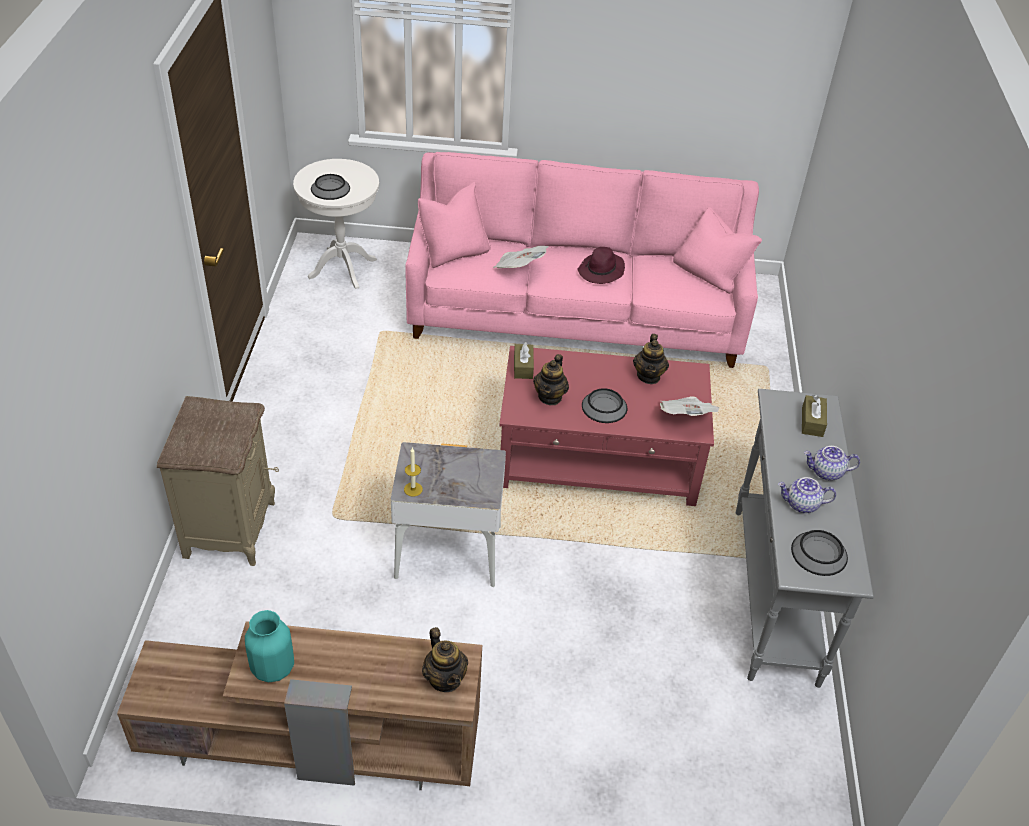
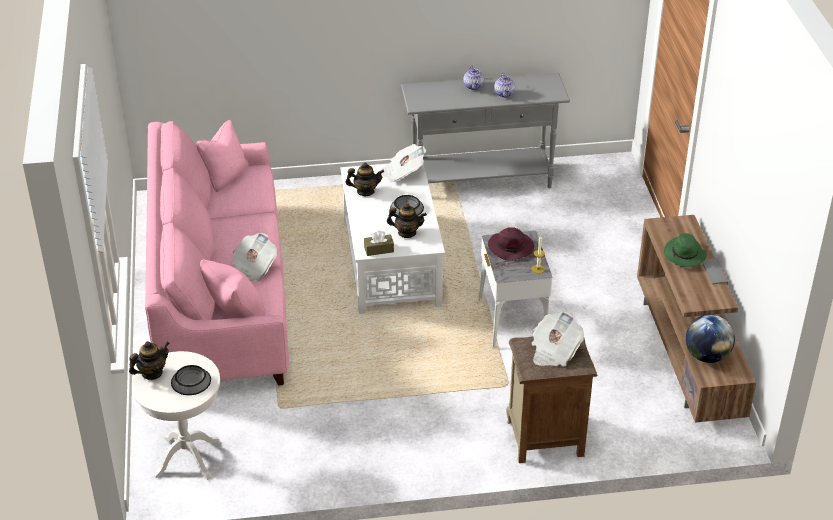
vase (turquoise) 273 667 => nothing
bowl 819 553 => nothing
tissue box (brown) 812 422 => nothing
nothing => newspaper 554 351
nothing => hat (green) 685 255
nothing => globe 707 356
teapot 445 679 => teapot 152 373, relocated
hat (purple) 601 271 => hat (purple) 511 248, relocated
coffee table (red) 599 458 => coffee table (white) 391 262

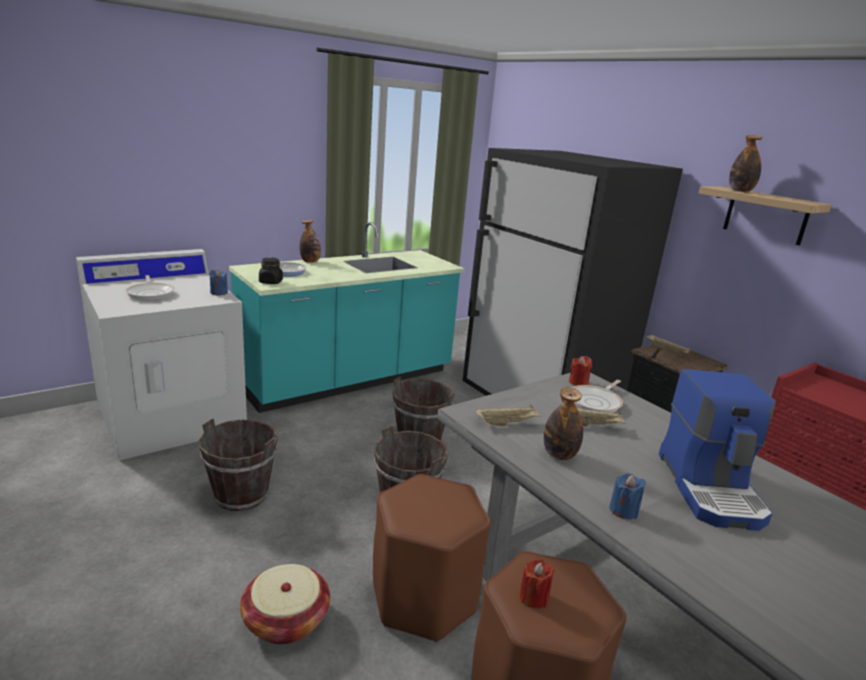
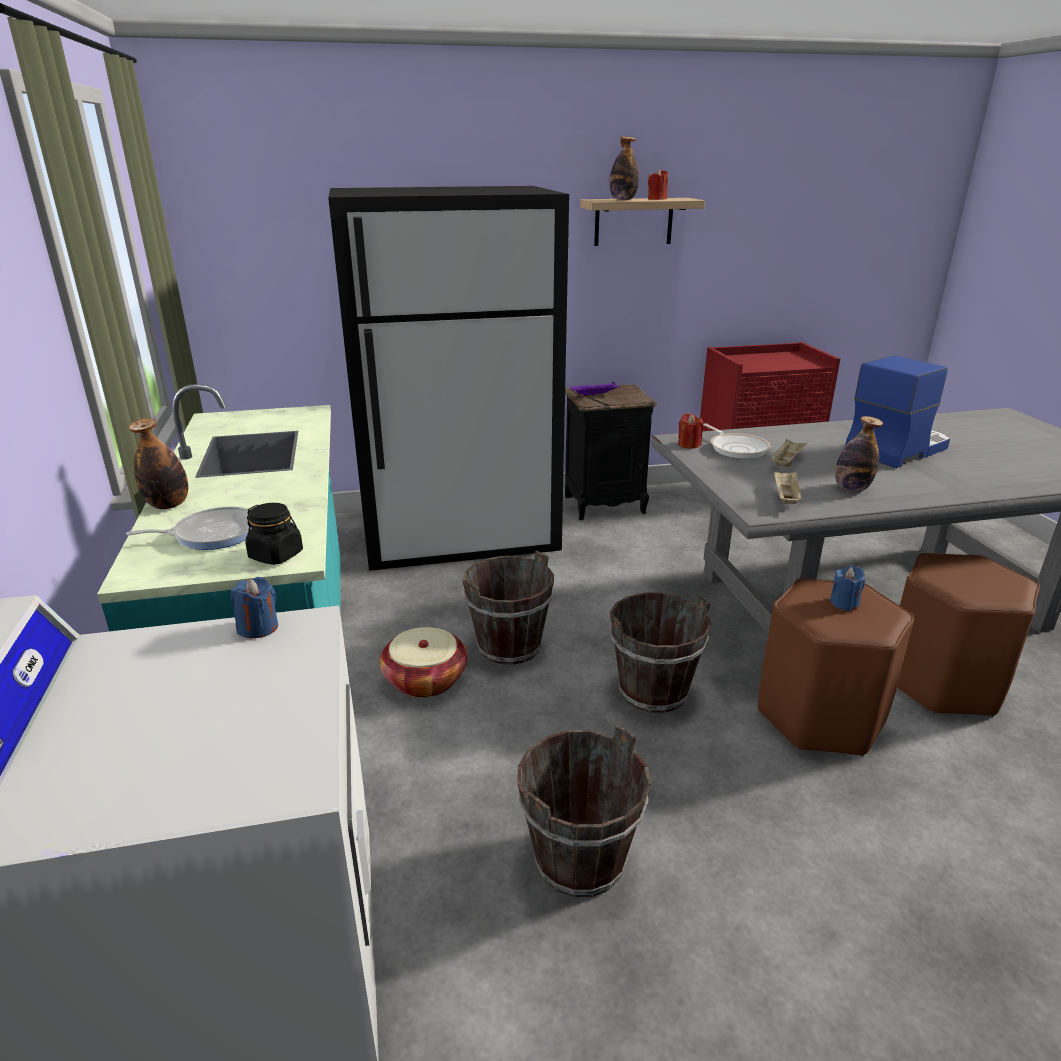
frying pan 151 293 => nothing
basket 286 620 => basket 425 680, relocated
candle (red) 533 597 => candle (red) 657 199, relocated
candle (blue) 623 510 => candle (blue) 844 603, relocated
tray (beige) 666 351 => tray (purple) 595 395
coffee machine 711 488 => coffee machine 895 449, 60 degrees counterclockwise

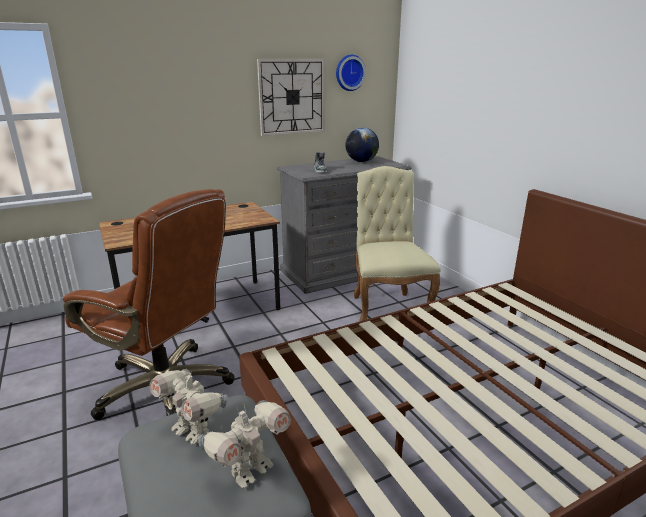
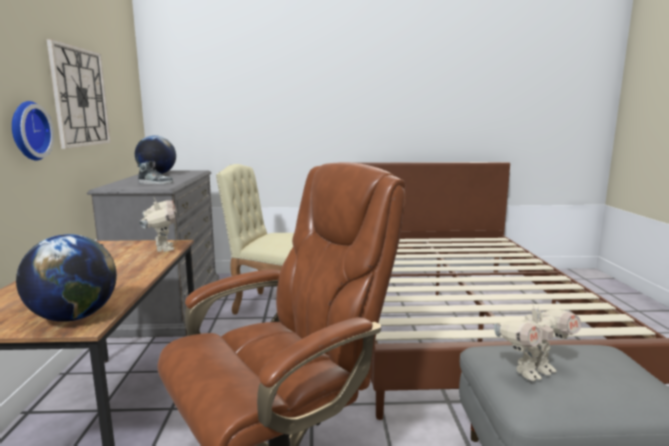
nothing => globe 74 317
toy robot 249 470 => toy robot 162 249, relocated
wall clock 349 72 => wall clock 27 131, relocated

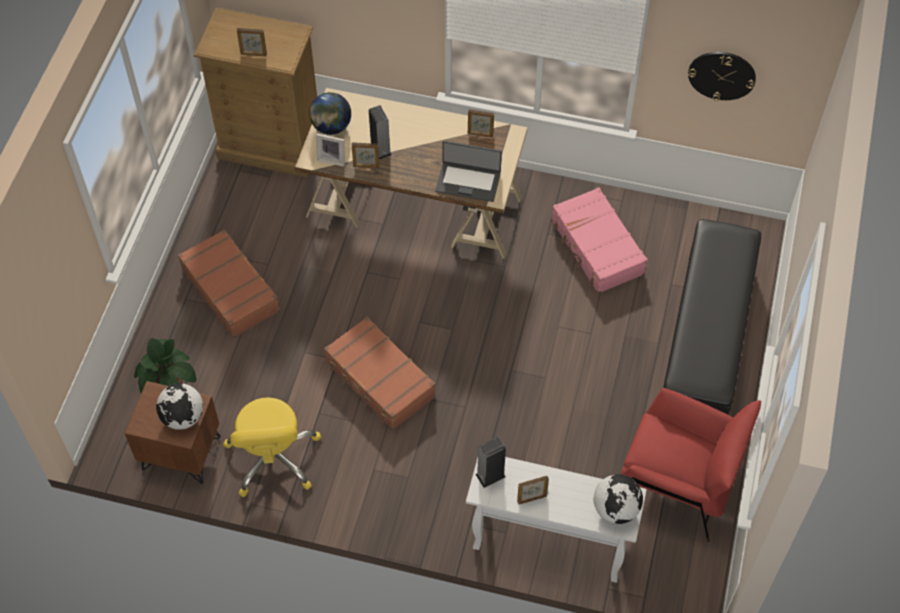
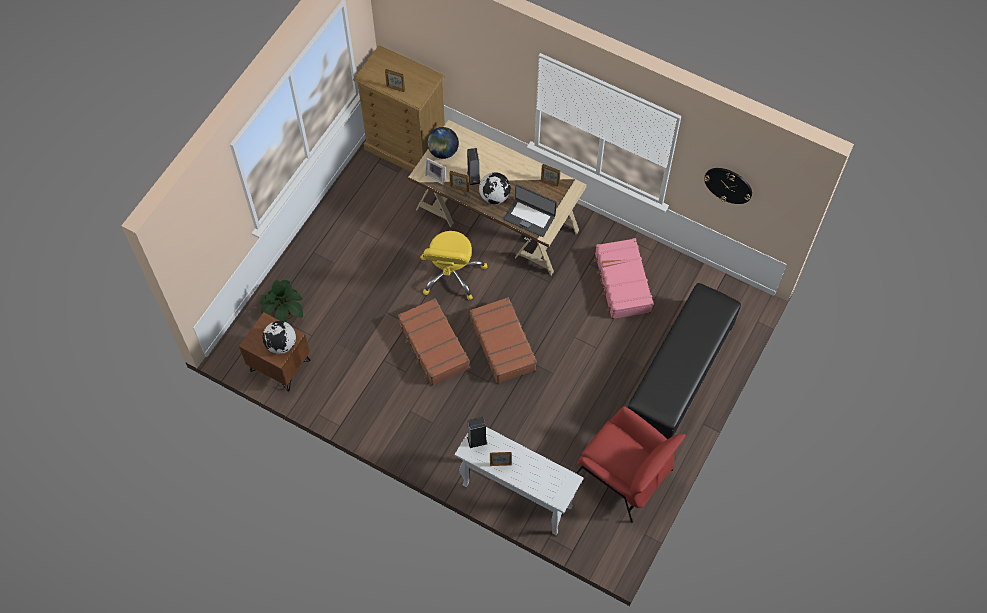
suitcase (brown) 231 289 => suitcase (brown) 503 344, relocated
office chair (yellow) 273 461 => office chair (yellow) 451 276, relocated
globe 615 509 => globe 494 196, relocated

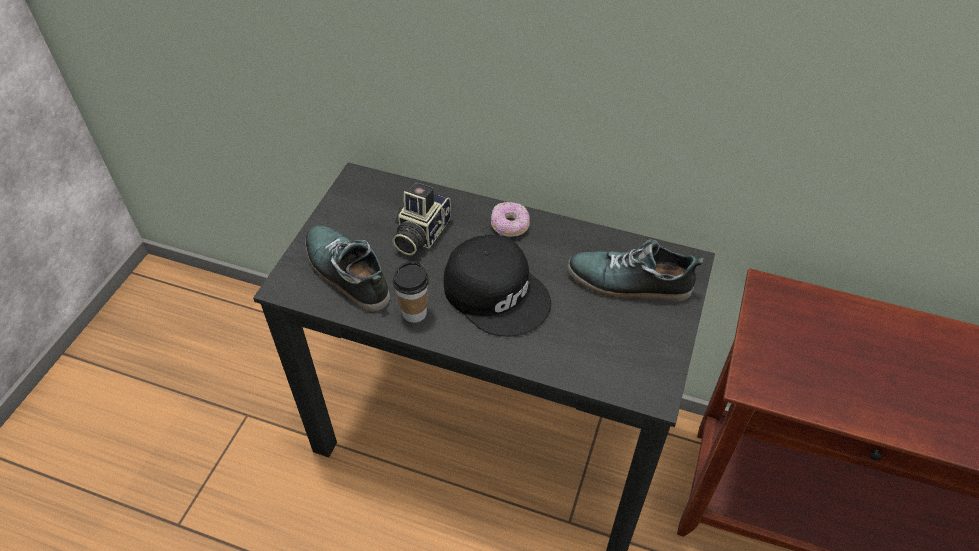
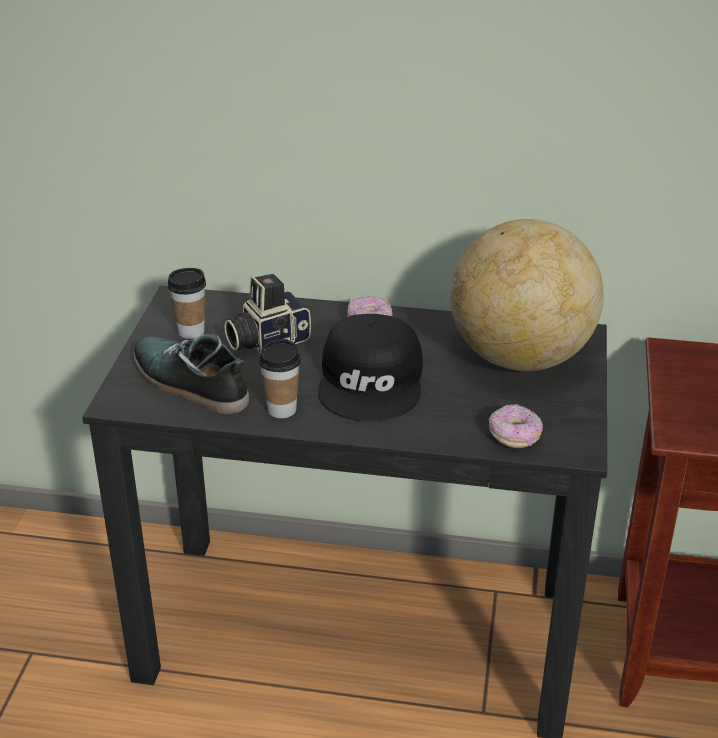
nothing => cup 191 331
nothing => donut 514 436
shoe 629 282 => globe 520 358
photo camera 420 234 => photo camera 266 340, 45 degrees clockwise
cap (black) 497 292 => cap (black) 373 382, 60 degrees clockwise

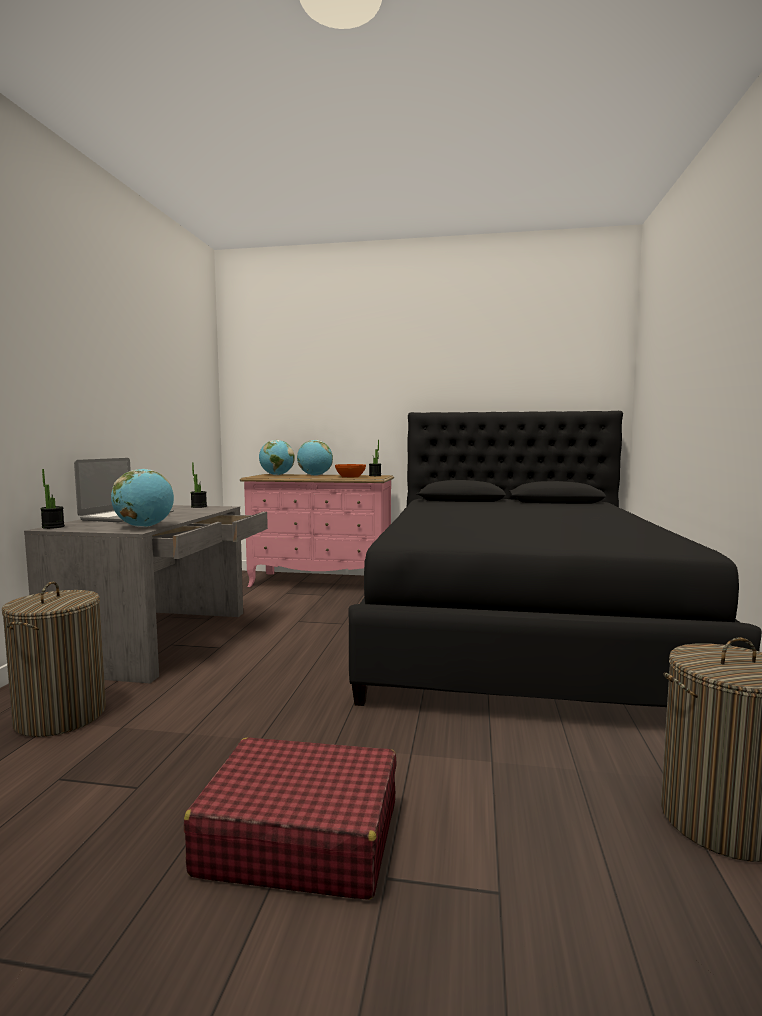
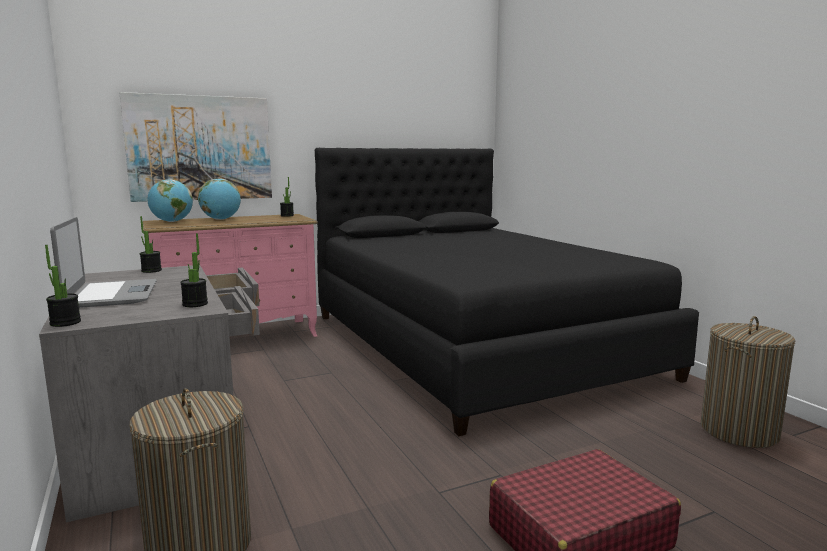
bowl (orange) 350 477 => nothing
nothing => picture 200 148
globe 144 527 => potted plant 195 304

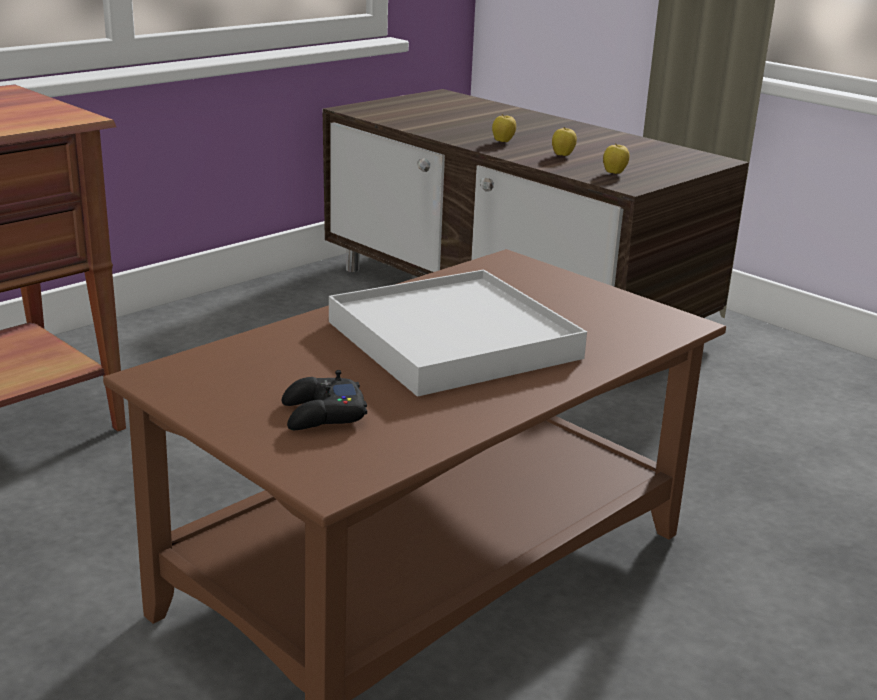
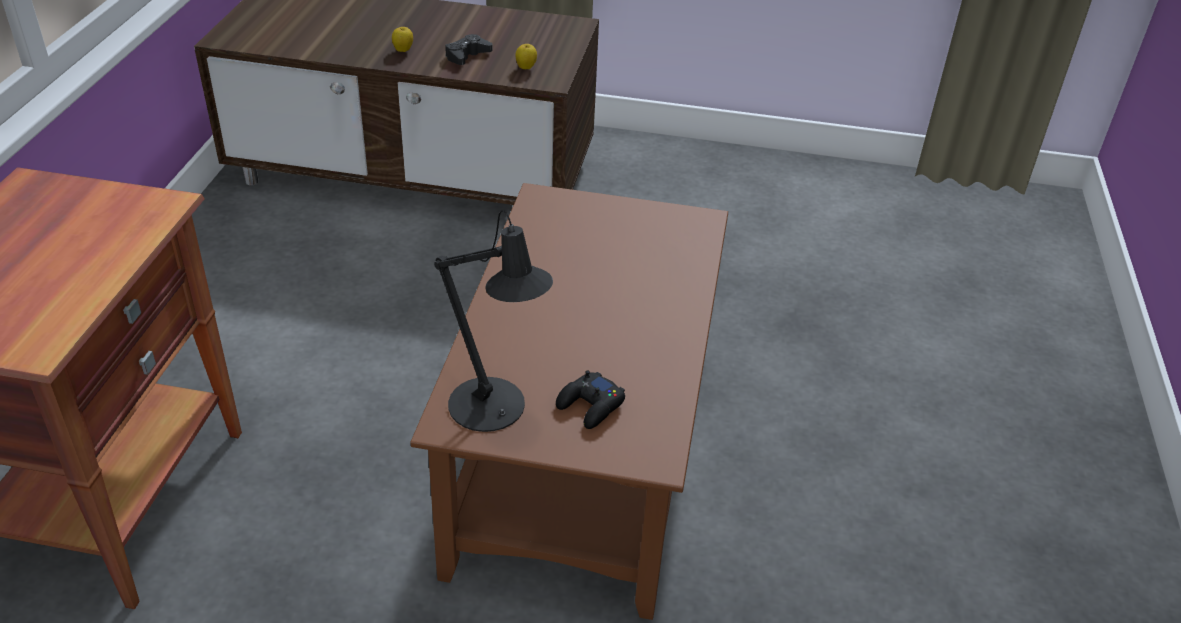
tray (white) 453 340 => nothing
nothing => table lamp (black) 494 410
apple 563 156 => game controller (black) 467 56

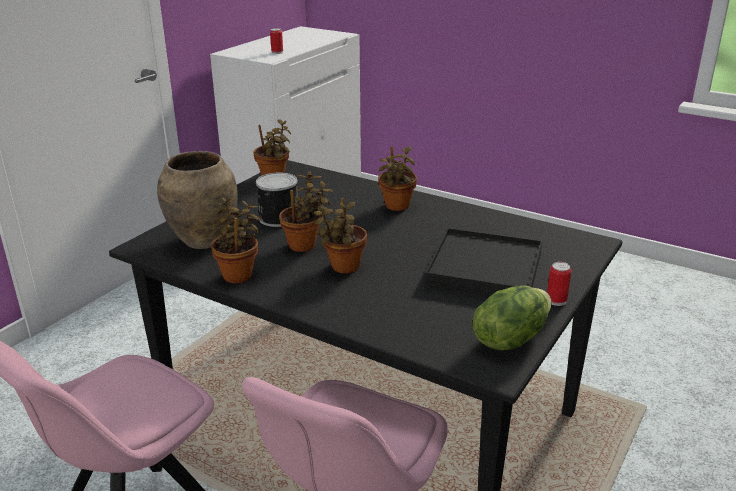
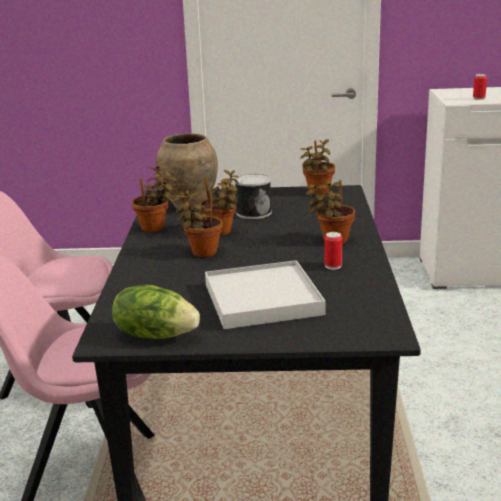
can 556 300 => can 333 266, relocated
tray (black) 484 269 => tray (white) 263 299

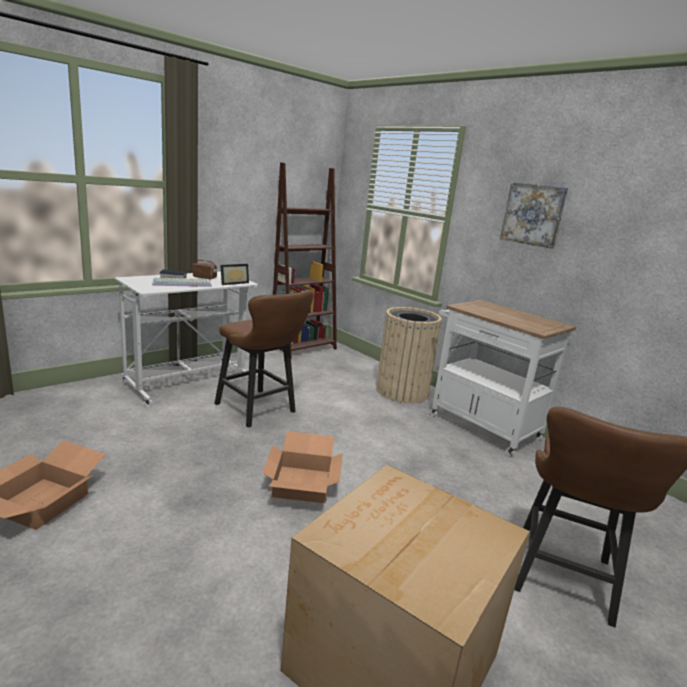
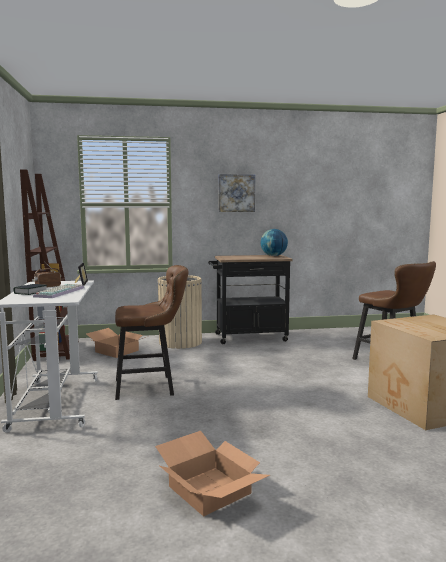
nothing => globe 273 256
cardboard box 301 483 => cardboard box 116 351, relocated
cart (white) 481 426 => cart (black) 248 338

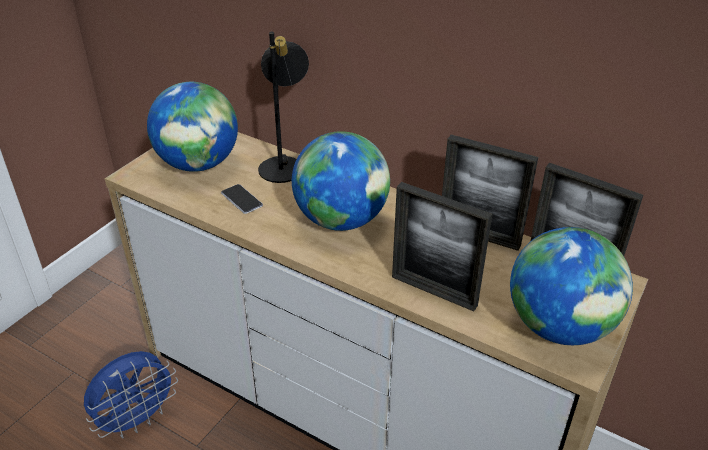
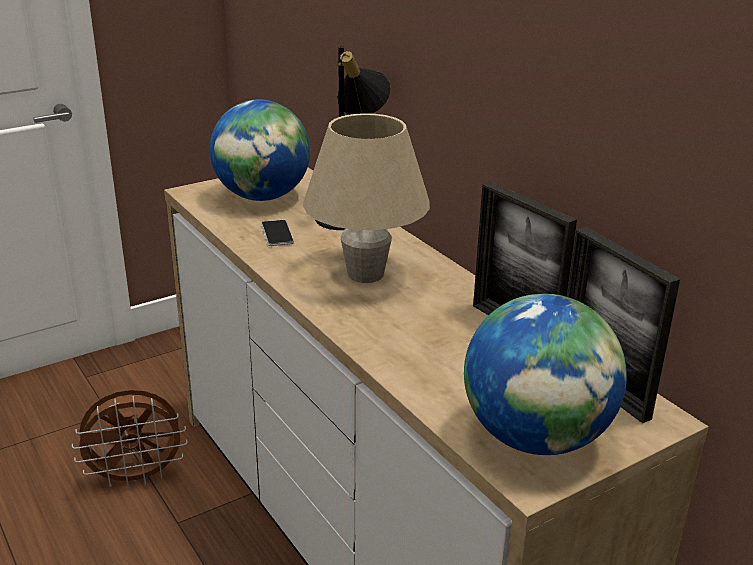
picture frame 433 291 => nothing
globe 341 220 => table lamp (beige) 365 274
fan (blue) 137 420 => fan (brown) 136 477

